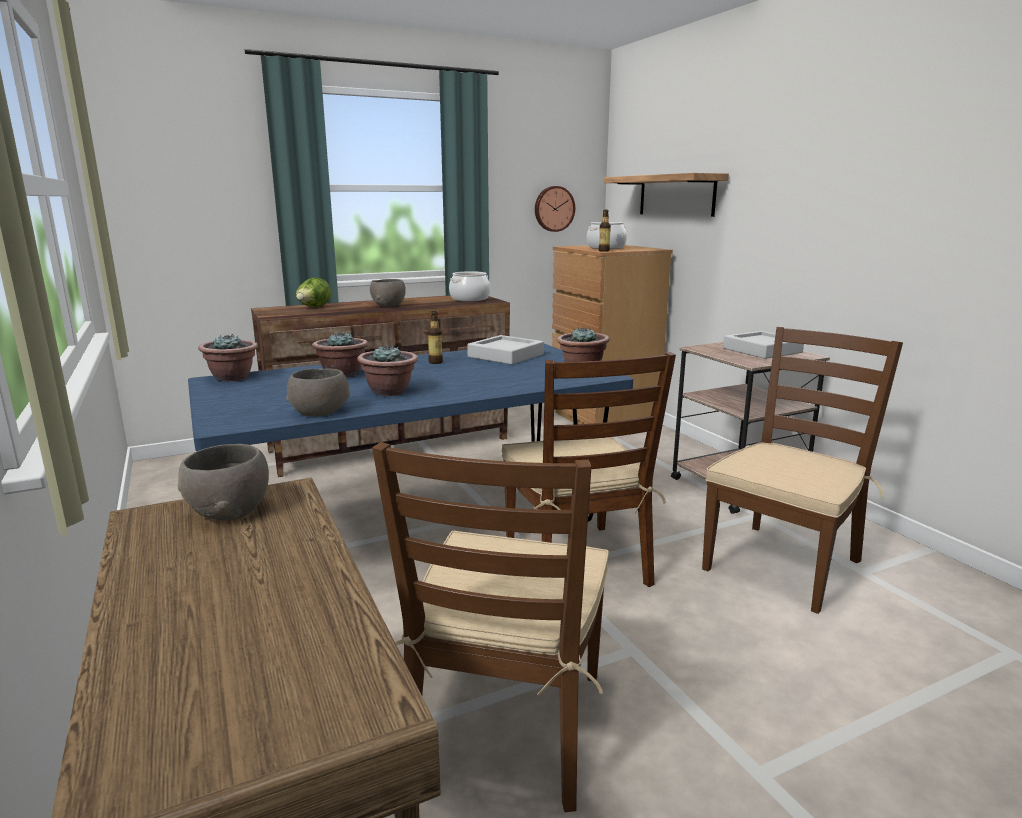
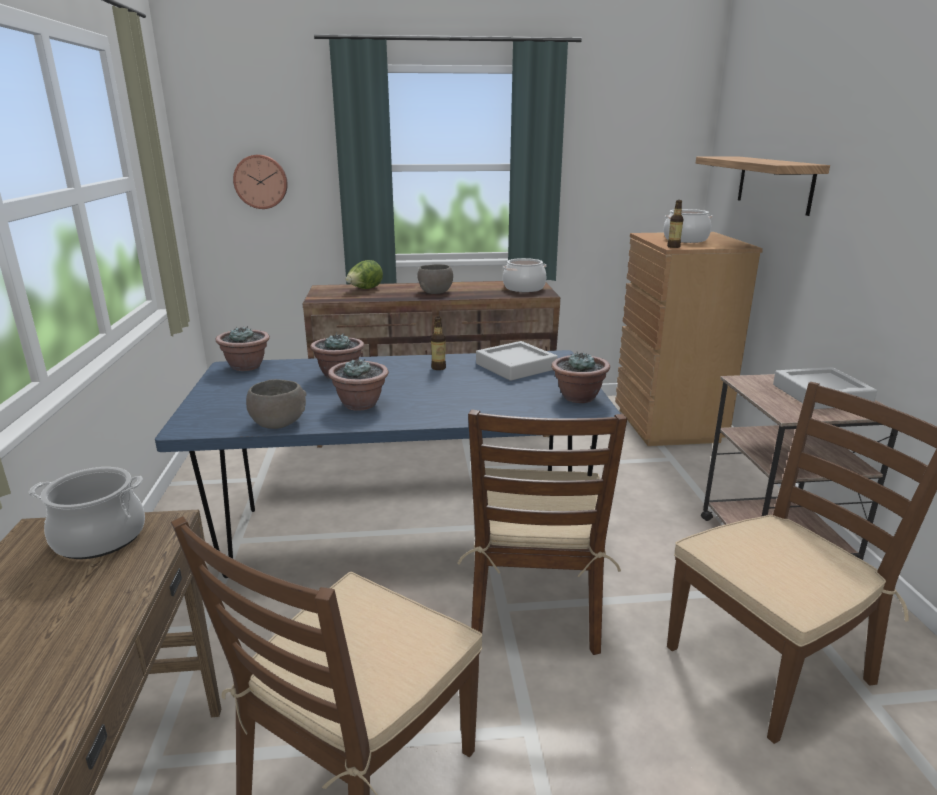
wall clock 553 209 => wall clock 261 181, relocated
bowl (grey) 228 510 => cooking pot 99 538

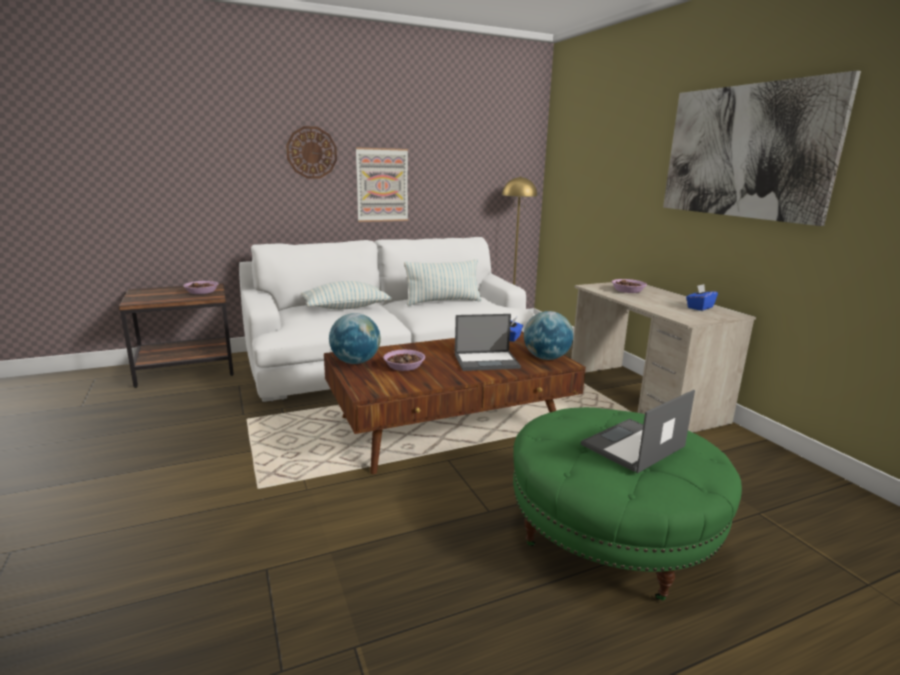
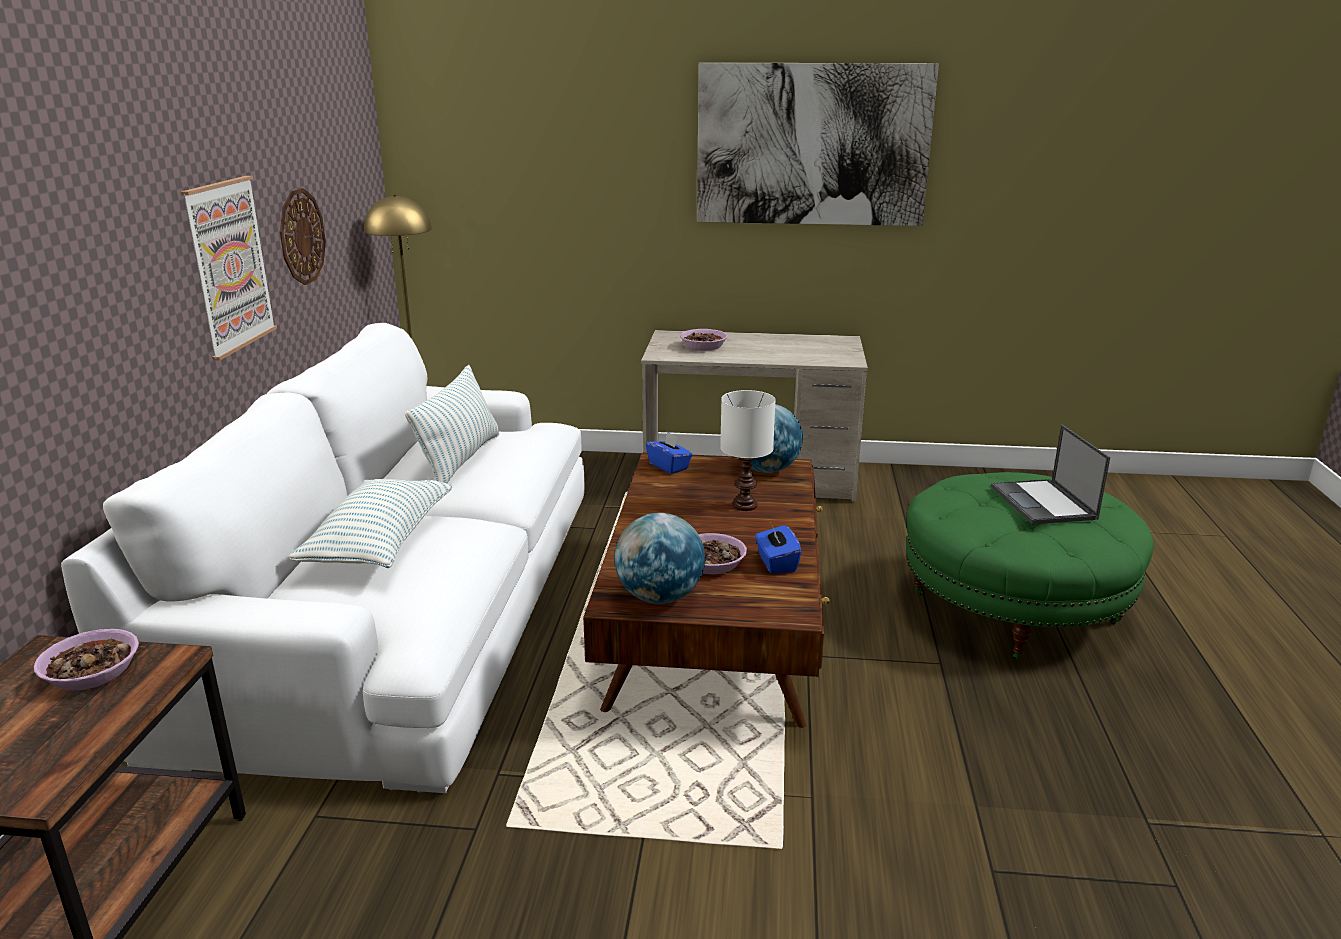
wall clock 311 152 => wall clock 301 236, relocated
tissue box (blue) 699 307 => tissue box (blue) 776 563, relocated
laptop 487 361 => table lamp (white) 744 505

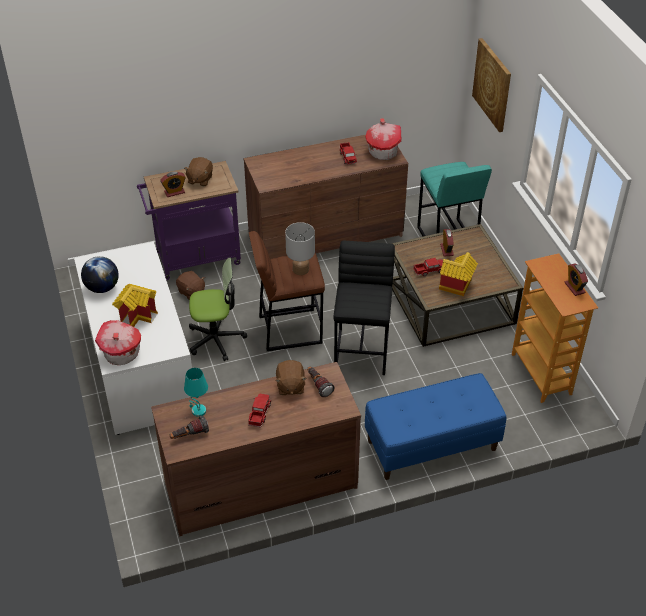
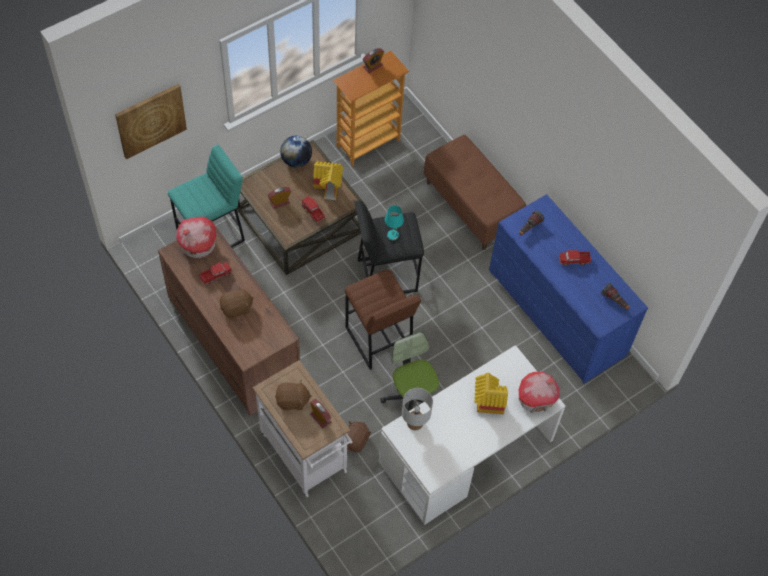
globe 102 288 => globe 296 160, relocated
table lamp (turquoise) 198 411 => table lamp (turquoise) 393 235, relocated
plush toy (brown) 290 386 => plush toy (brown) 236 308, relocated
table lamp (grey) 300 269 => table lamp (grey) 415 423, relocated
cart (purple) 195 259 => cart (white) 305 455
dresser (brown) 260 485 => dresser (blue) 557 314
bench (blue) 431 446 => bench (brown) 472 206

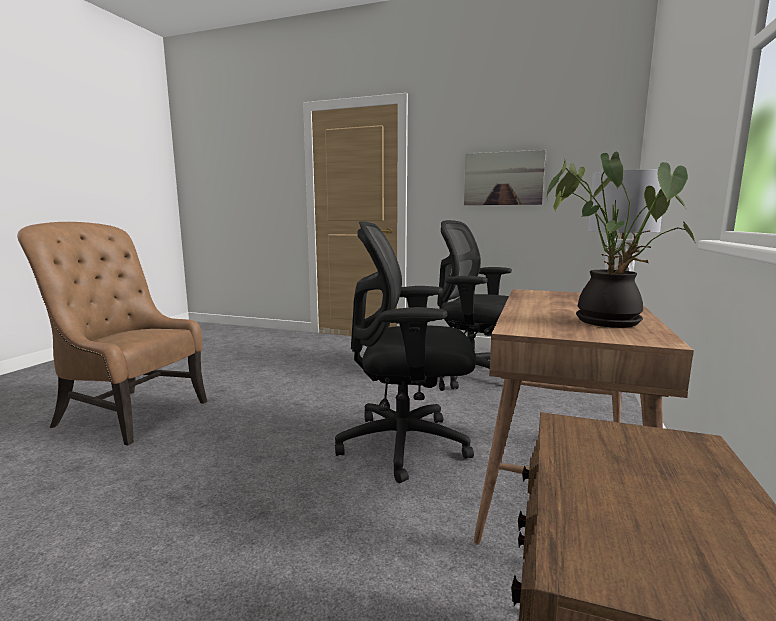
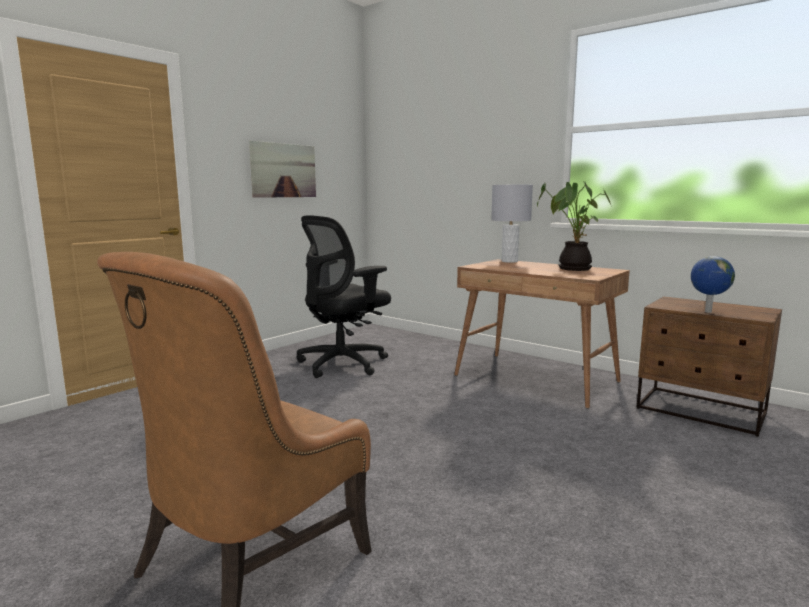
office chair (black) 411 443 => nothing
nothing => globe 707 312

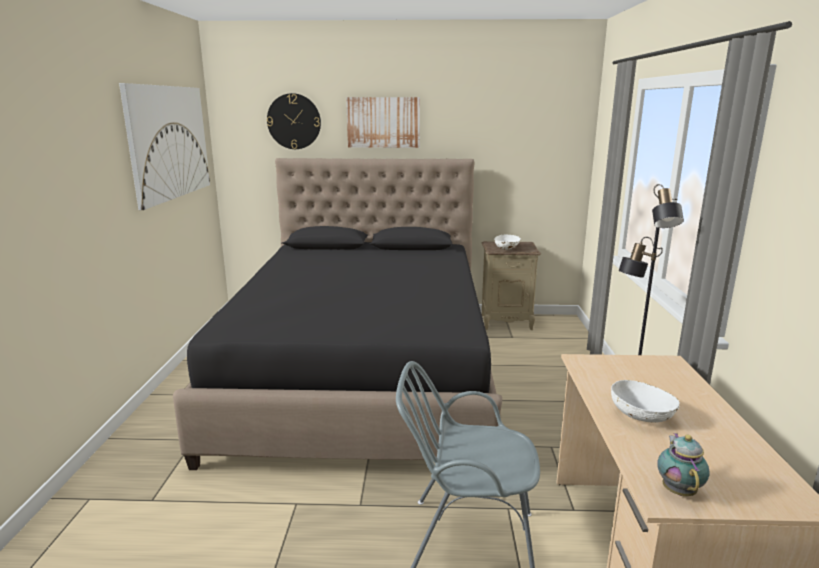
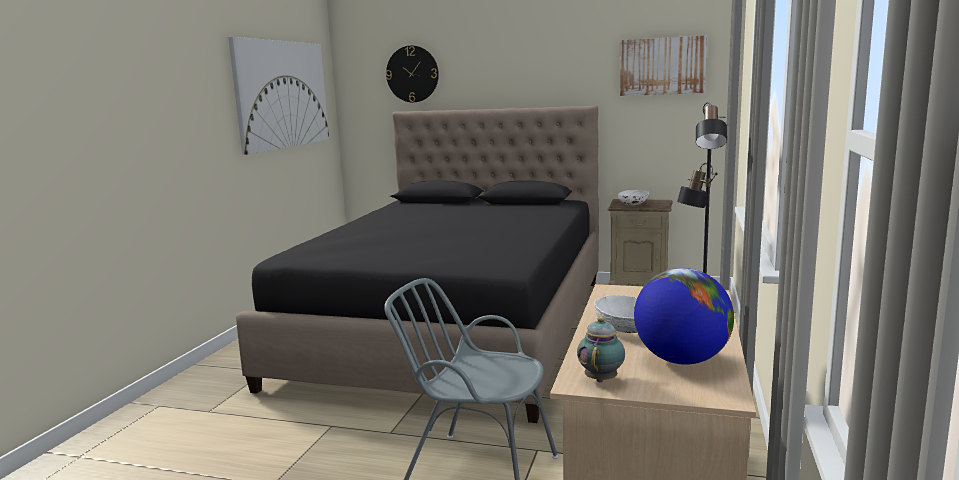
nothing => globe 681 360
picture 383 122 => picture 662 66, relocated

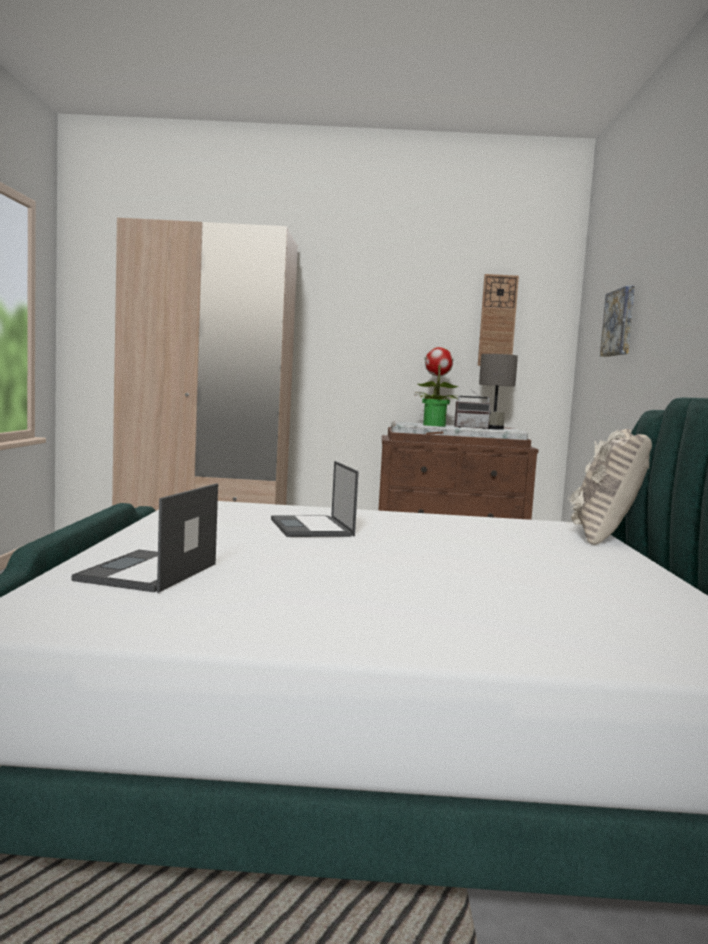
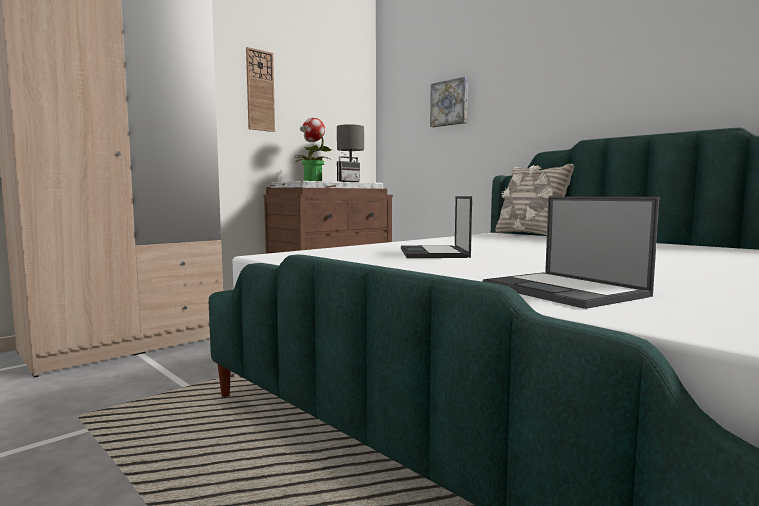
wall clock 497 321 => wall clock 260 90, relocated
laptop 312 528 => laptop 434 253, 60 degrees clockwise

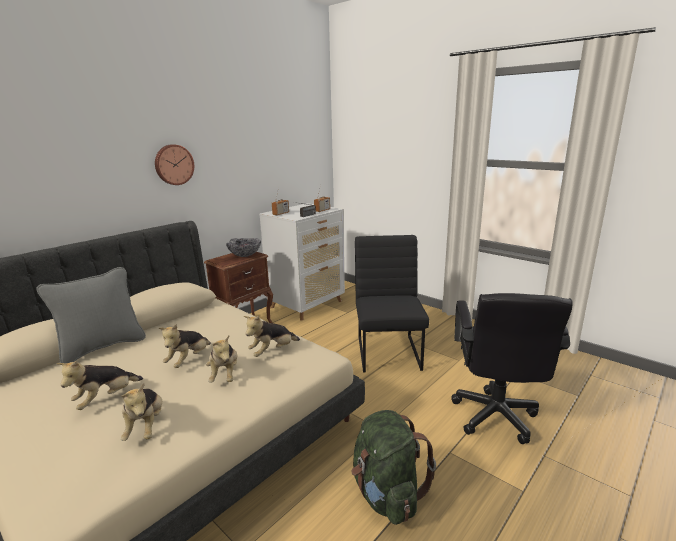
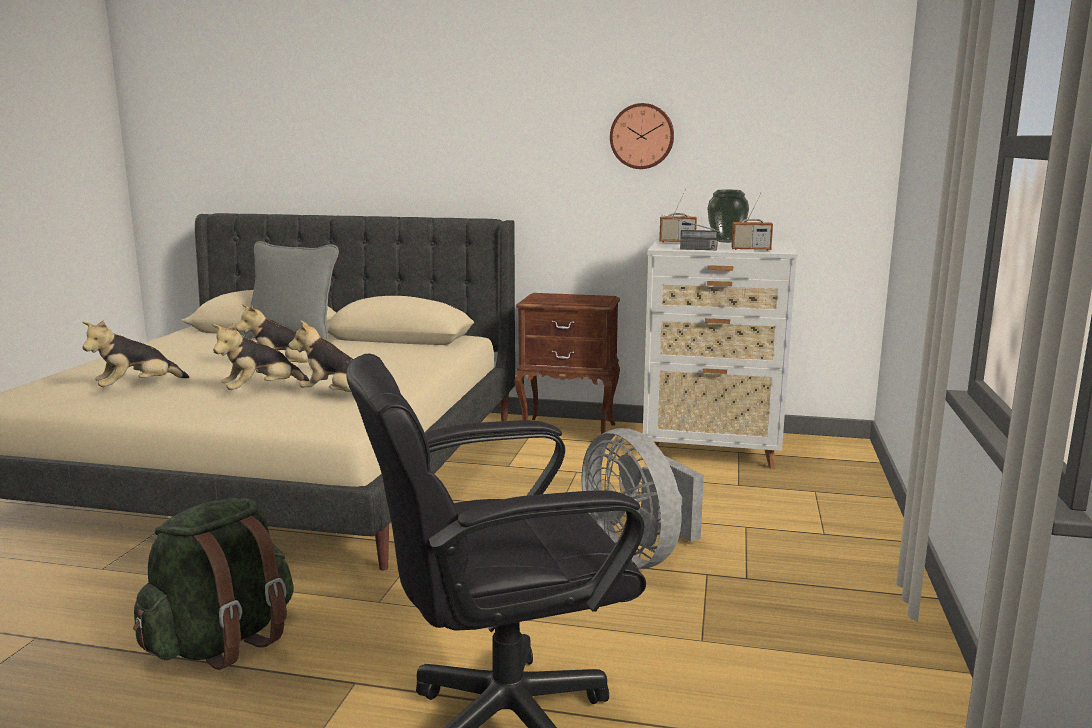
plush toy 106 399 => nothing
bowl 245 255 => nothing
nothing => vase 725 241
wall clock 173 164 => wall clock 642 136, relocated
chair (black) 388 351 => fan (grey) 638 555

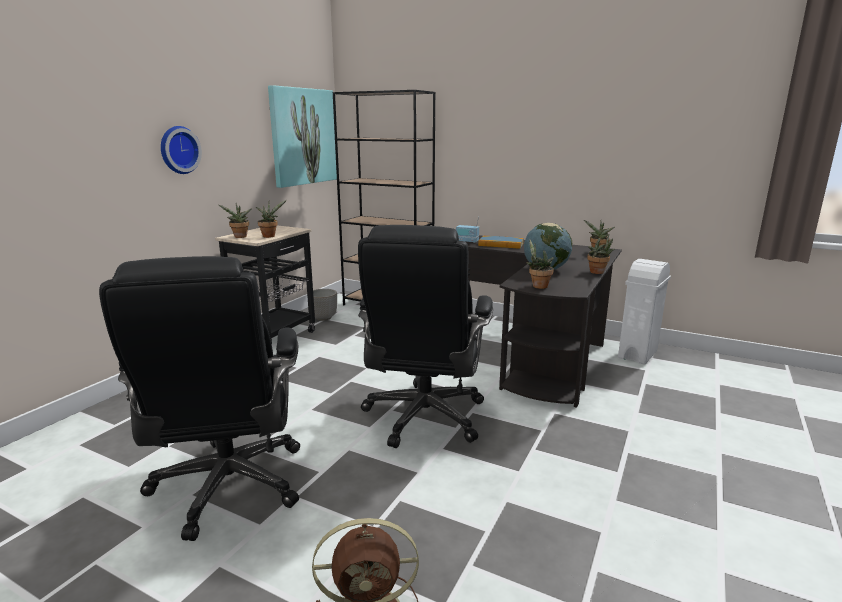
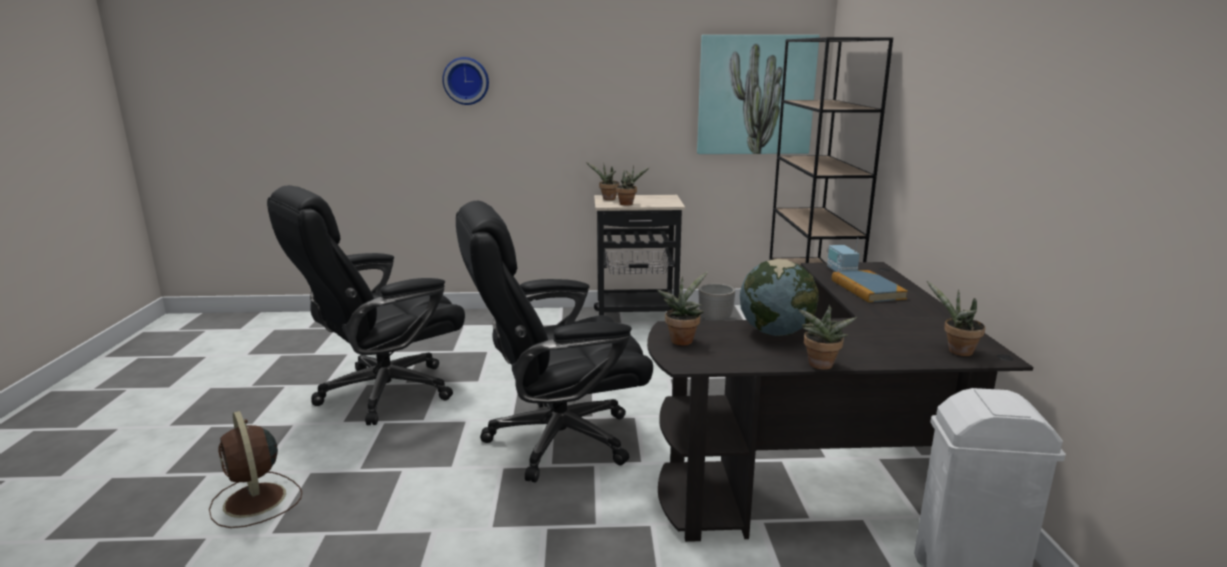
wall clock 178 150 => wall clock 466 81, relocated

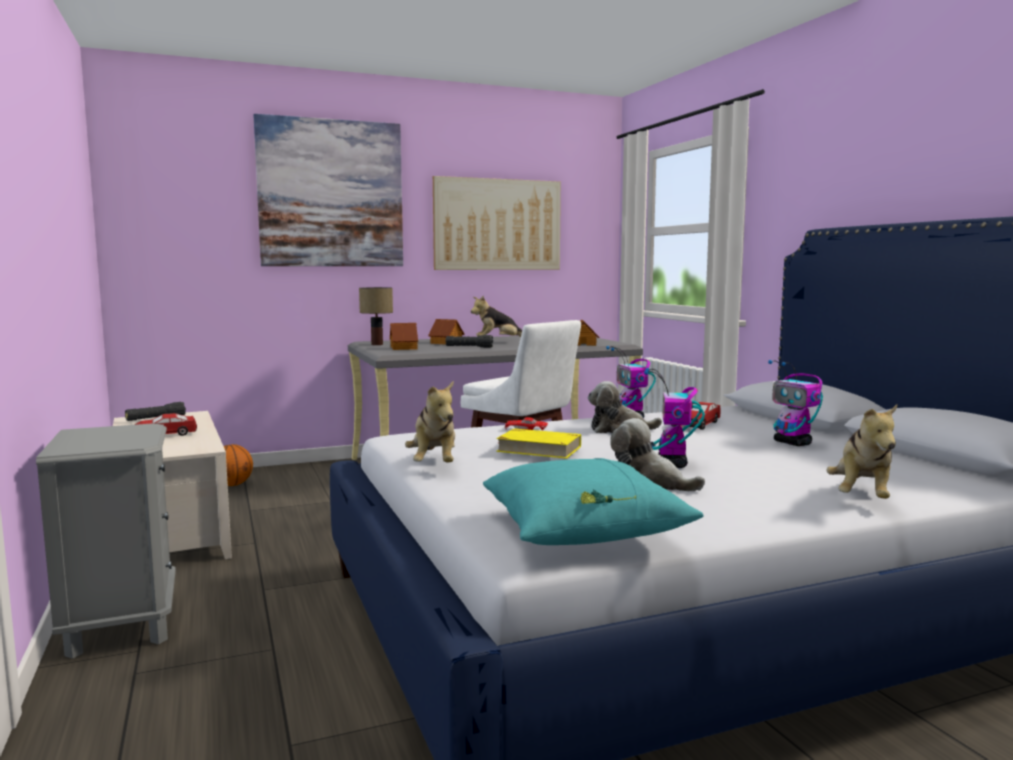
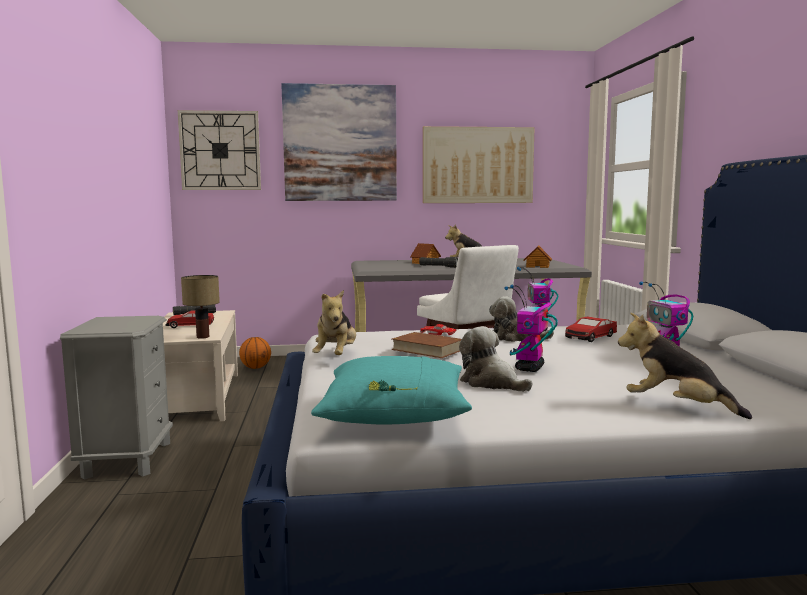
toy house 404 348 => nothing
nothing => wall clock 220 150
table lamp 377 344 => table lamp 203 337, relocated
book (yellow) 538 449 => book (brown) 427 349
plush toy 861 497 => plush toy 676 407, 90 degrees clockwise

